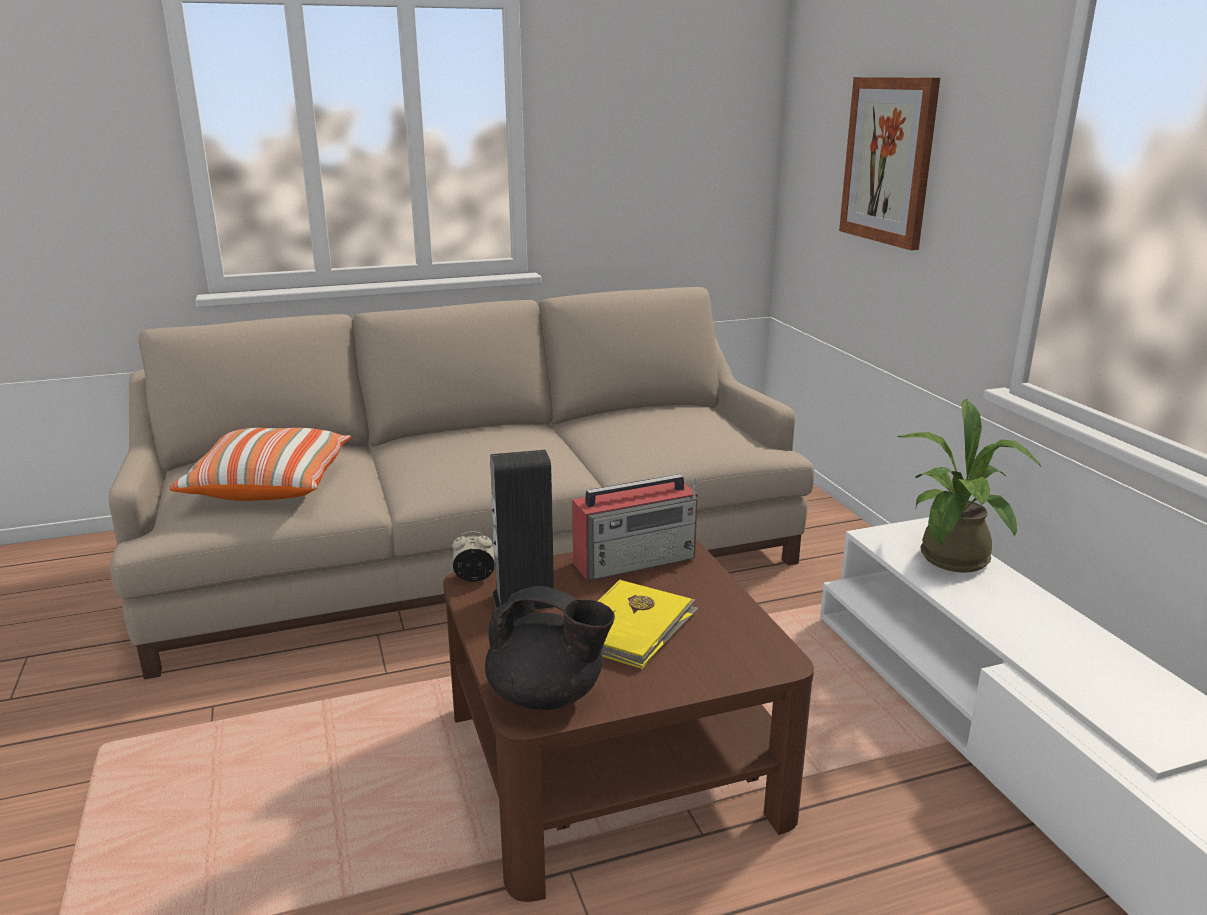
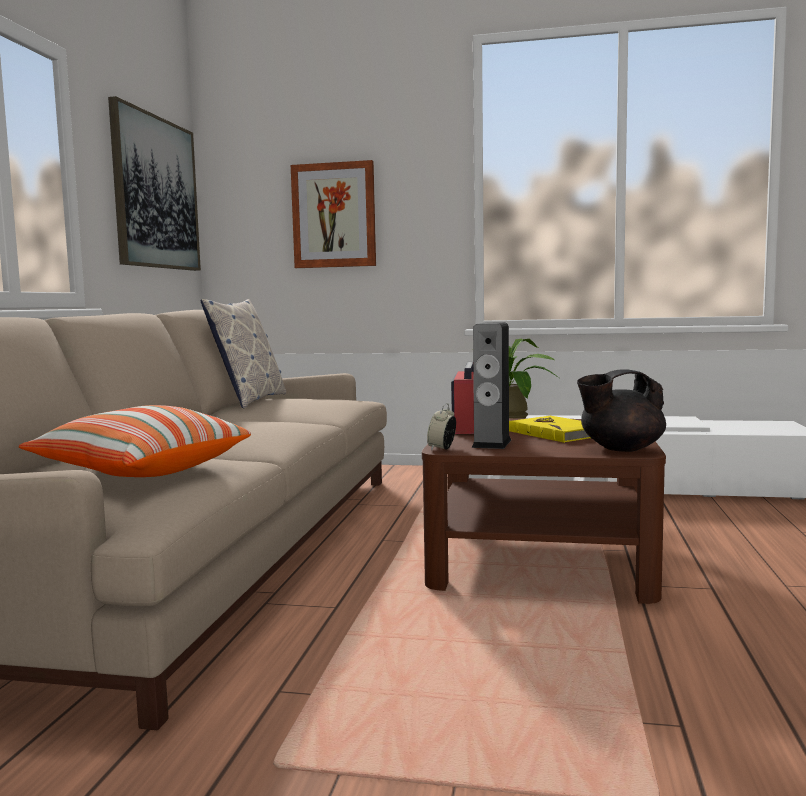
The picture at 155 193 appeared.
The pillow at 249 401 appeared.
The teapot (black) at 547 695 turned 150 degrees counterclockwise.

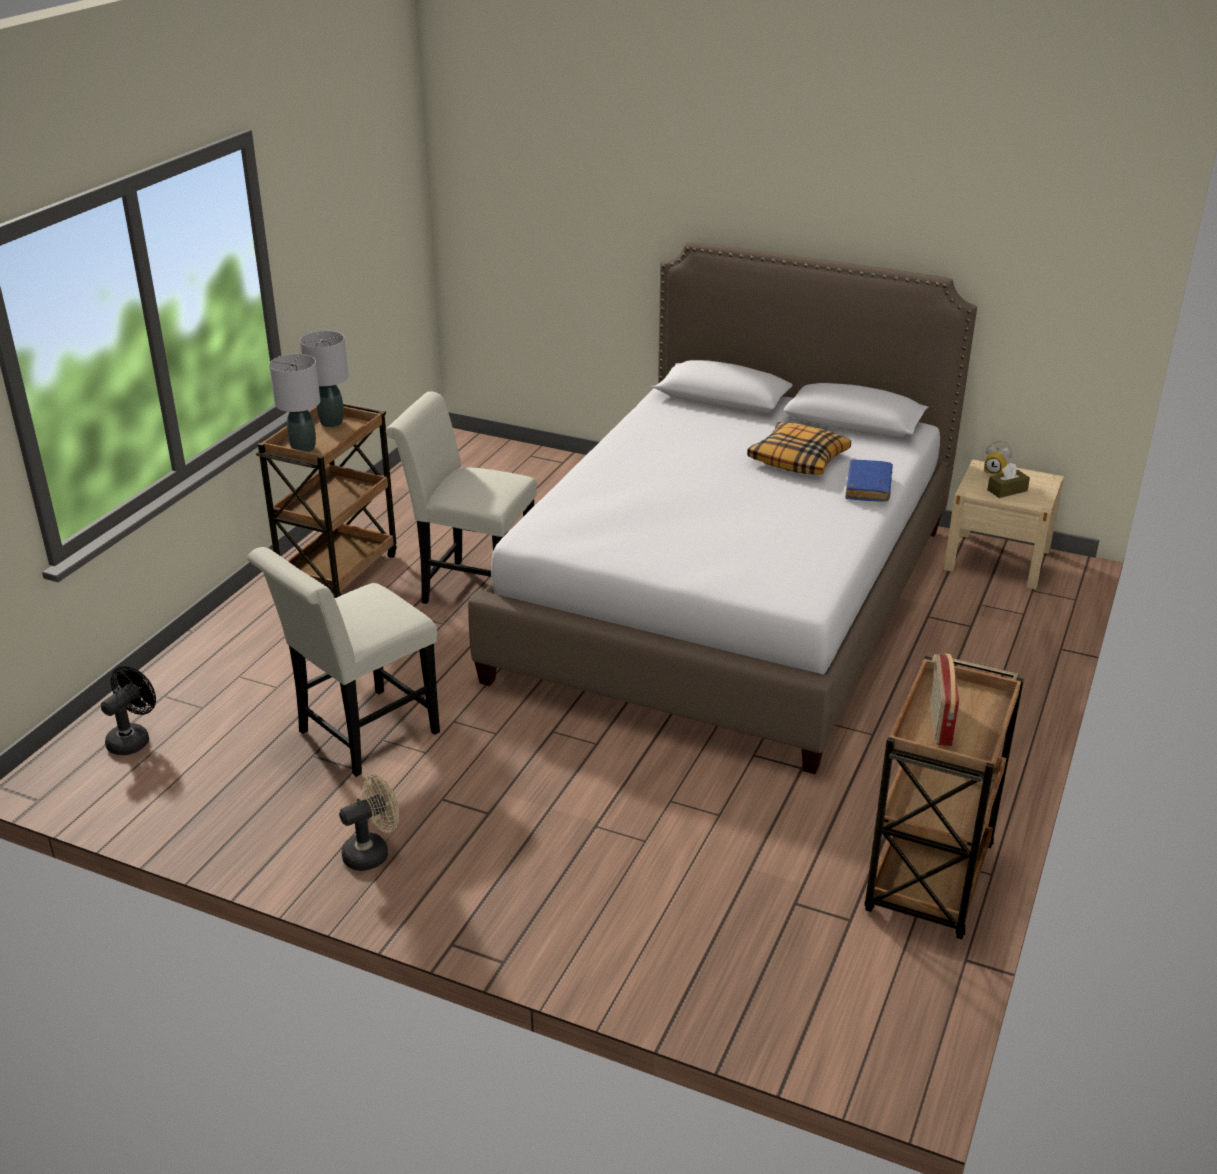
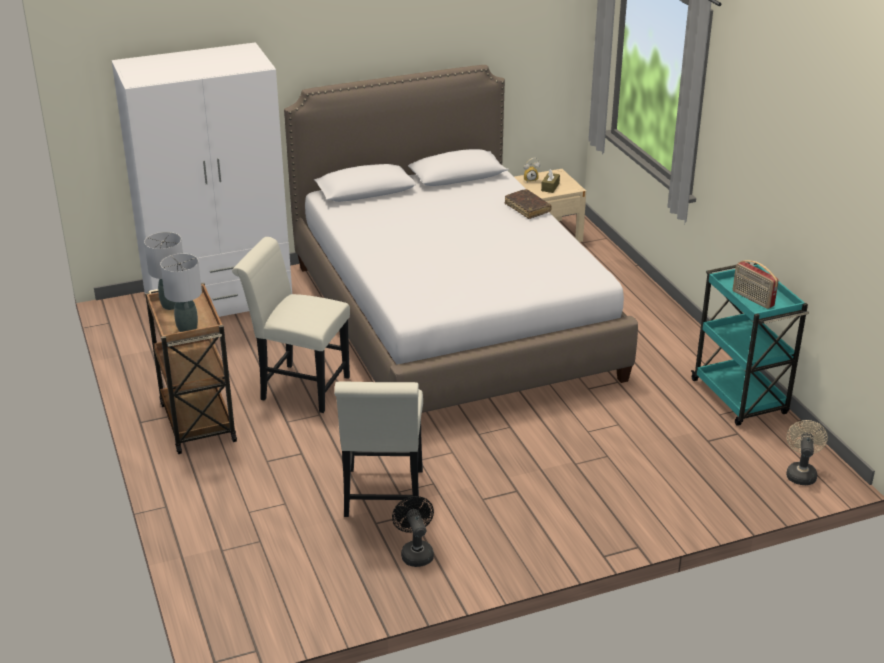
The wardrobe (white) at 219 299 appeared.
The chair (white) at 470 587 turned 45 degrees clockwise.
The fan (black) moved from 133 739 to 415 552.
The book (blue) at 868 487 became the book (brown) at 527 208.
The cart (brown) at 929 881 became the cart (turquoise) at 740 398.
The fan (beige) moved from 373 852 to 801 473.
The pillow at 799 459 disappeared.

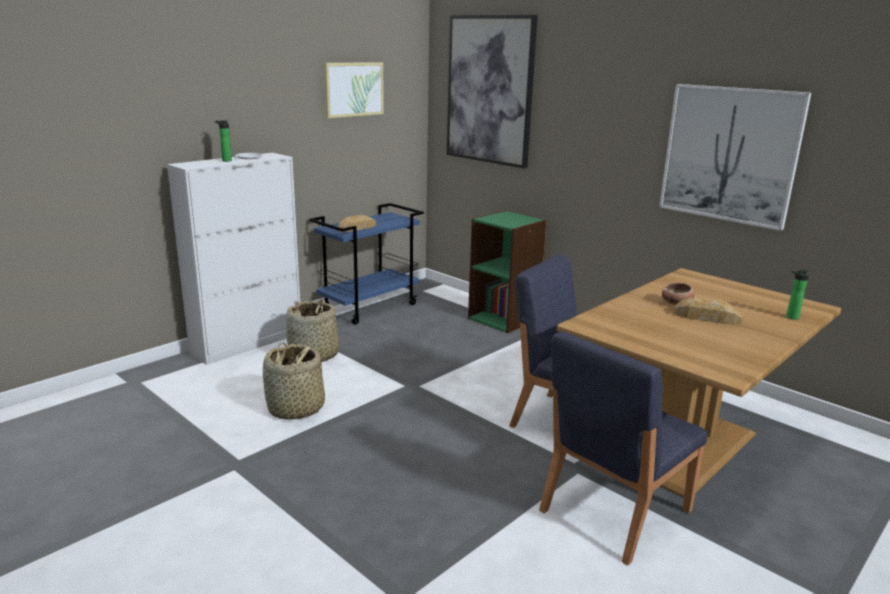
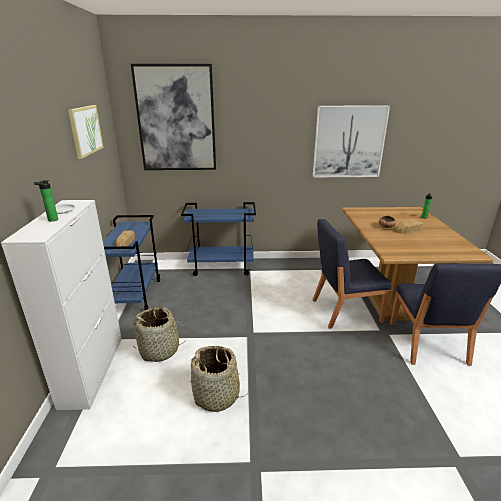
The bookcase (green) at 504 318 was replaced by the cart (blue) at 222 267.

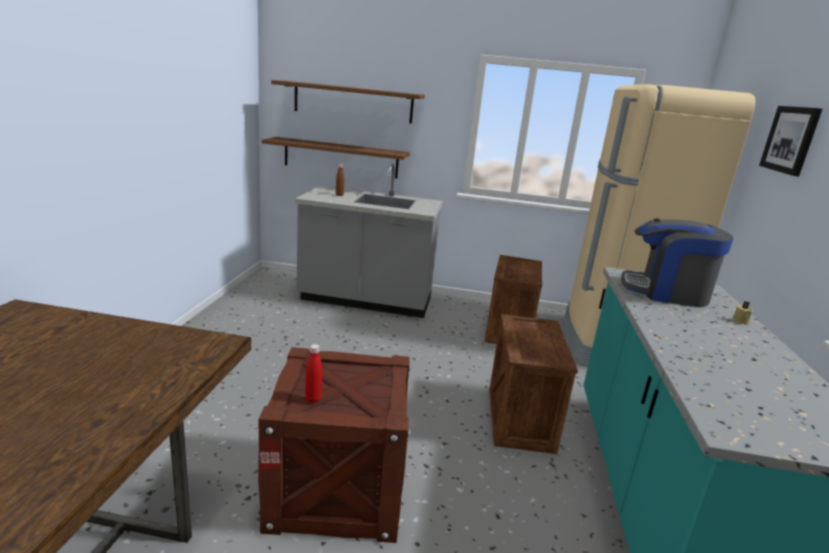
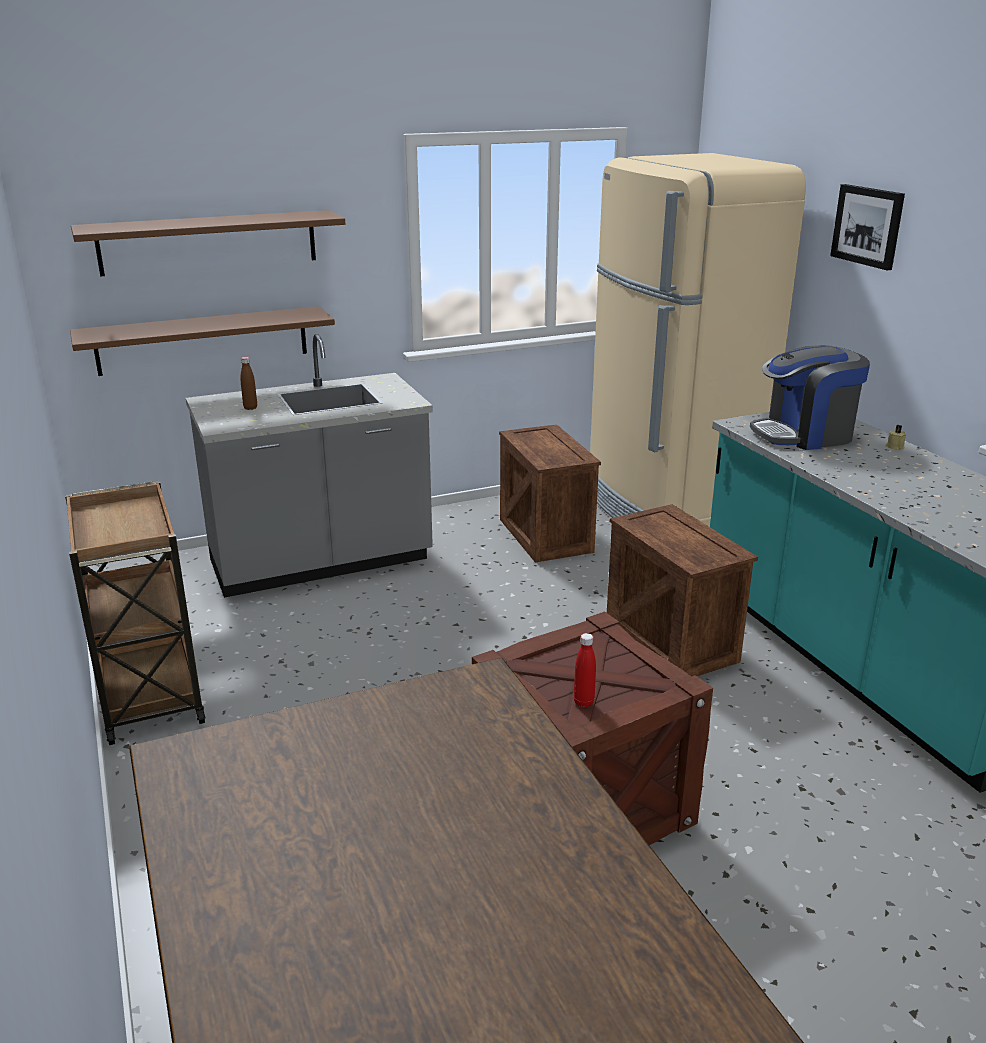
The cart (brown) at 149 693 appeared.

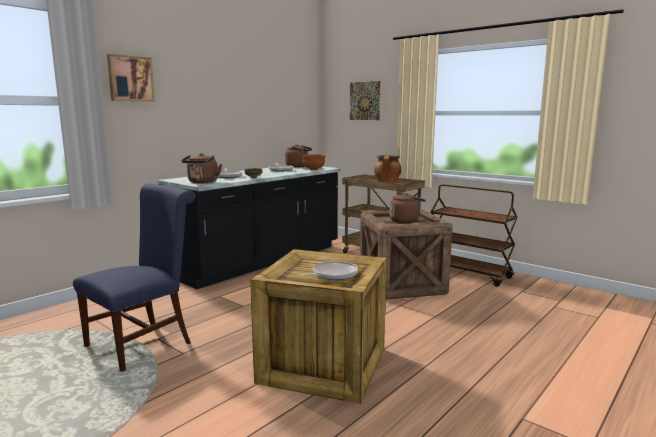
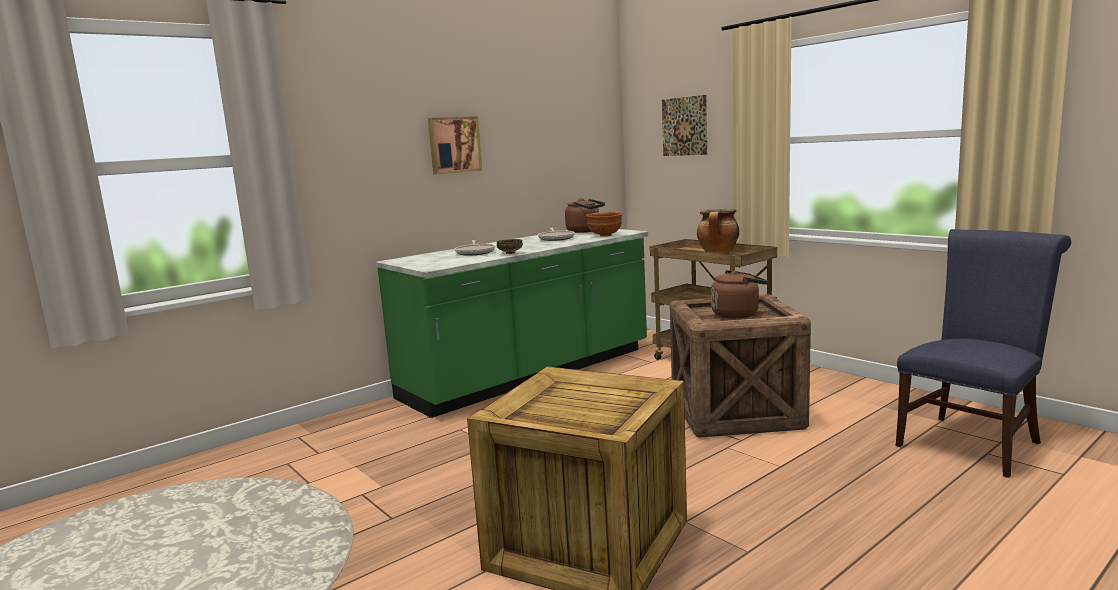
The counter (black) at 261 261 became the counter (green) at 530 374.
The picture moved from 130 79 to 454 145.
The chair (blue) moved from 144 343 to 972 441.
The kettle (brown) at 202 182 disappeared.
The frying pan at 332 275 disappeared.
The cart (brown) at 468 274 disappeared.

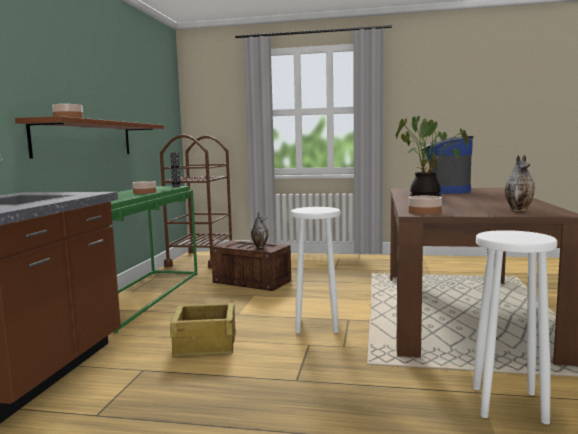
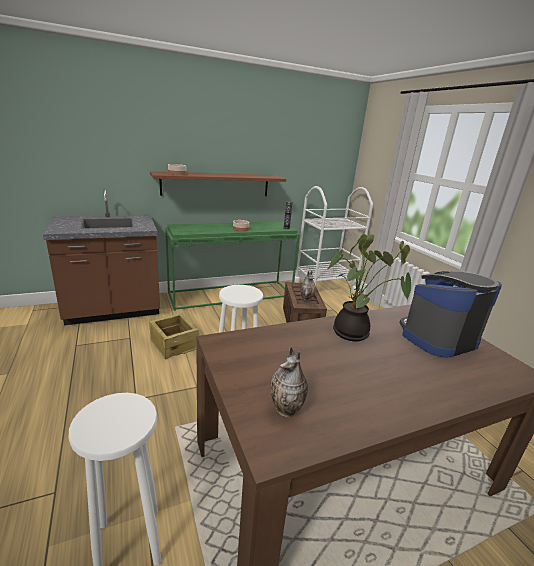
The cart (brown) at 201 259 became the cart (white) at 324 286.
The bowl at 425 212 disappeared.

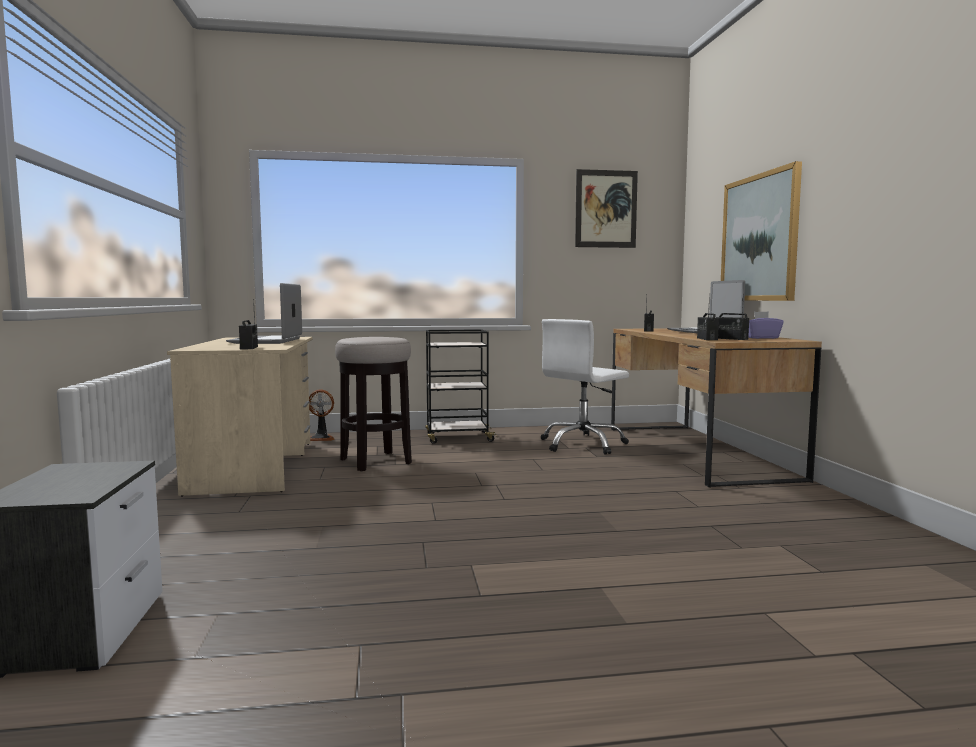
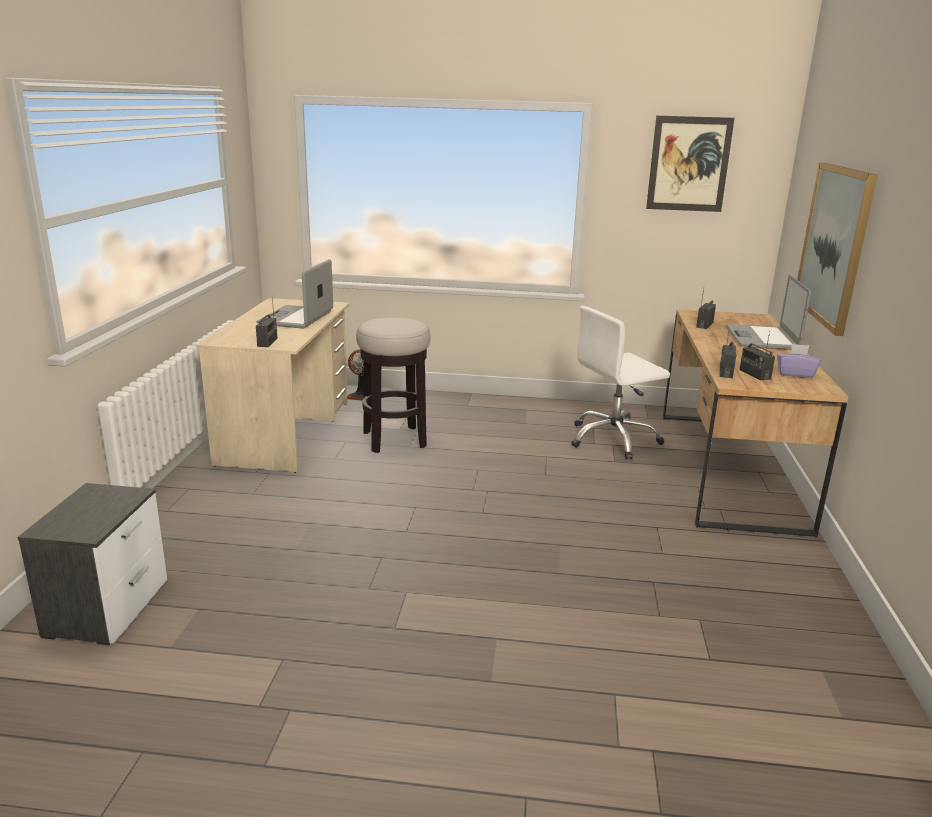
The cart (black) at 458 438 disappeared.

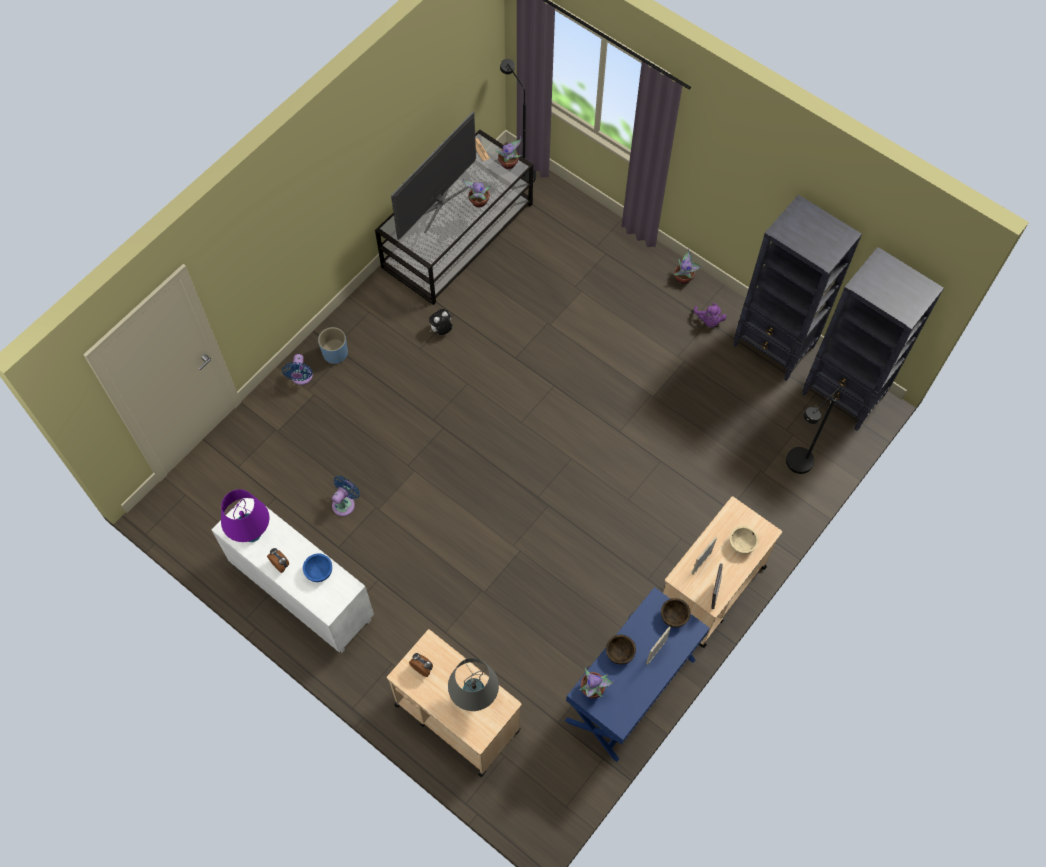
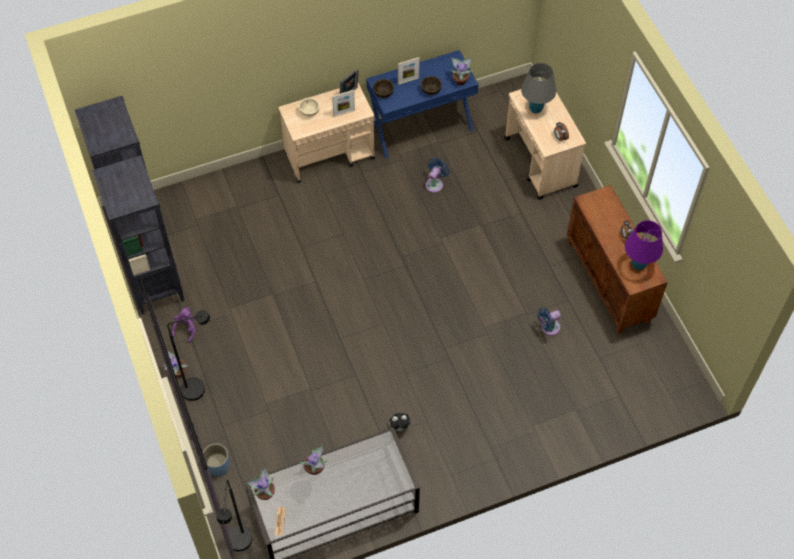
The floor lamp (black) moved from 795 467 to 199 387.
The planter (blue) moved from 335 353 to 218 466.
The fan (blue) moved from 301 377 to 435 183.
The cabinet (white) at 301 593 became the cabinet (brown) at 609 282.
The bowl (blue) at 319 572 disappeared.
The television at 438 203 disappeared.

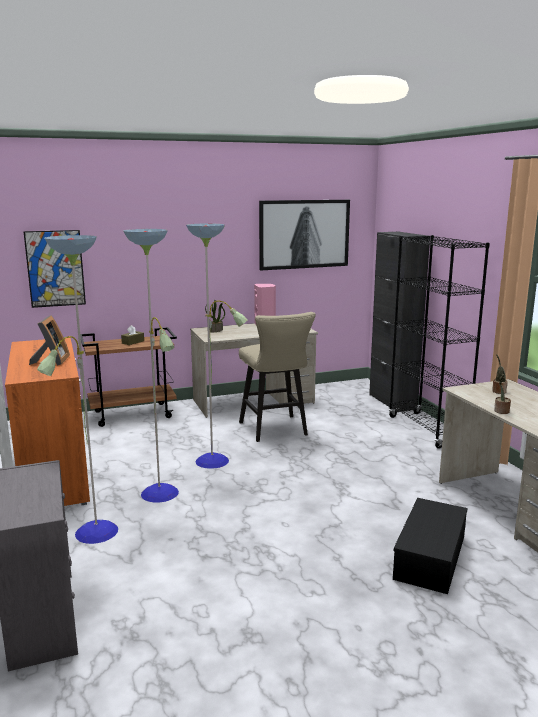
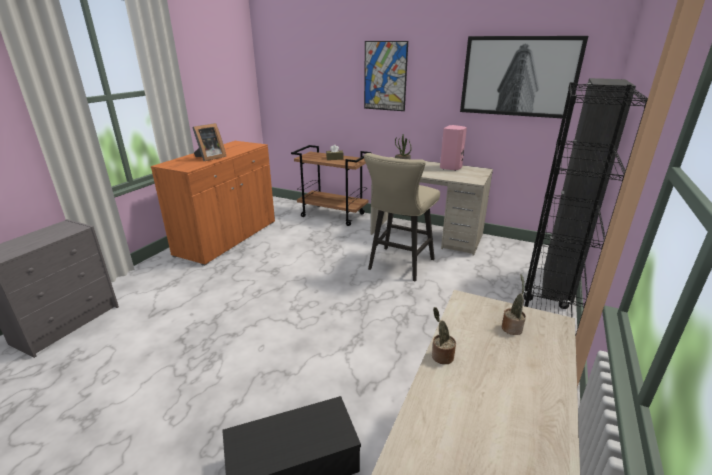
The picture moved from 55 268 to 385 76.
The floor lamp at 162 494 disappeared.

